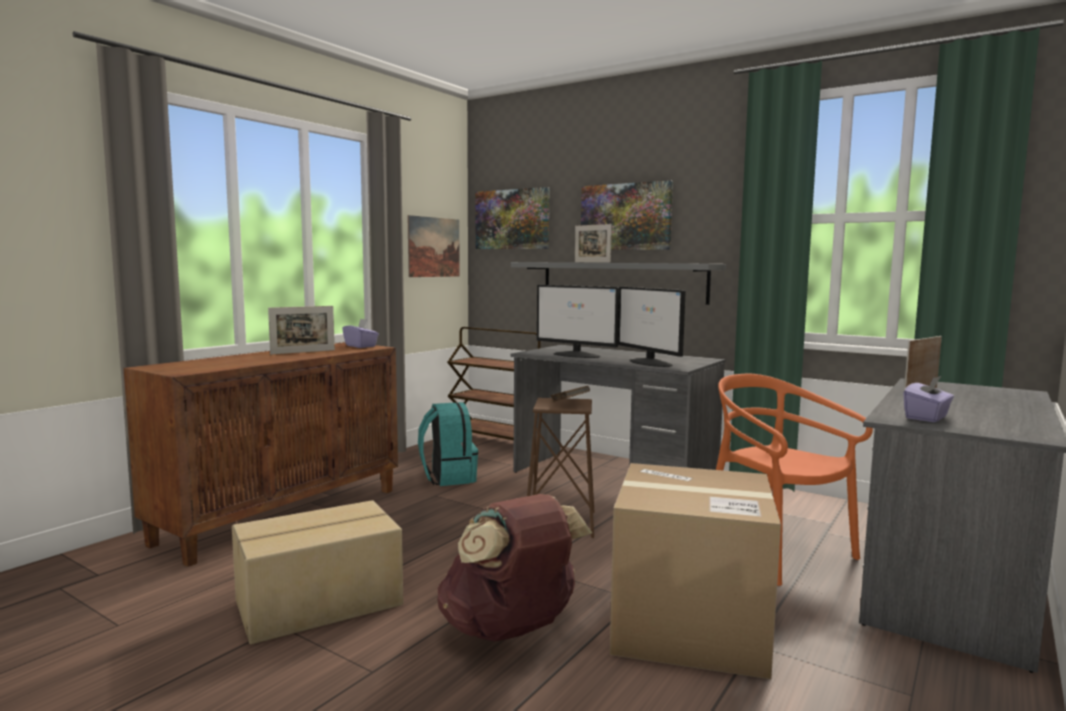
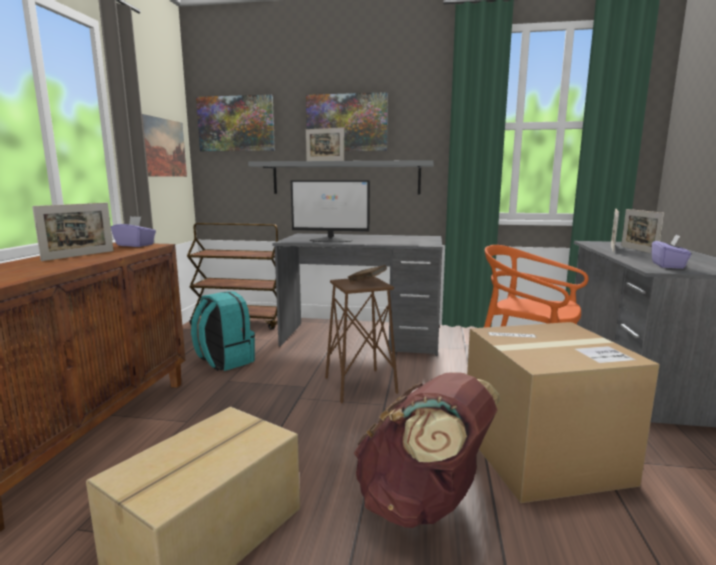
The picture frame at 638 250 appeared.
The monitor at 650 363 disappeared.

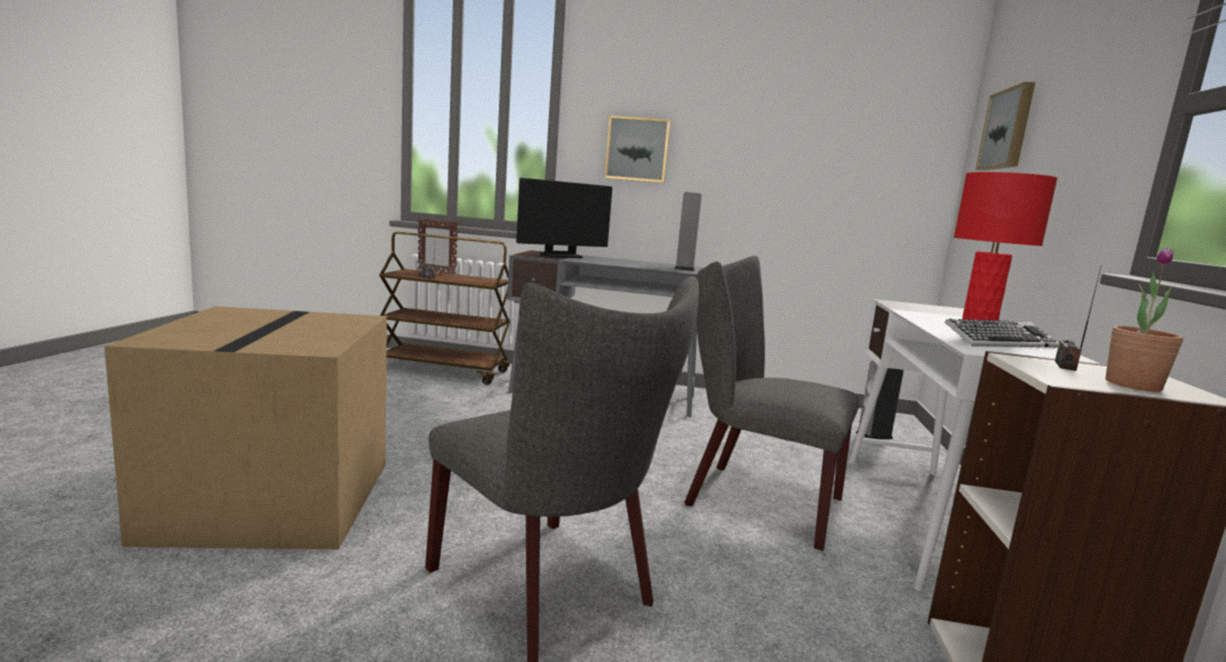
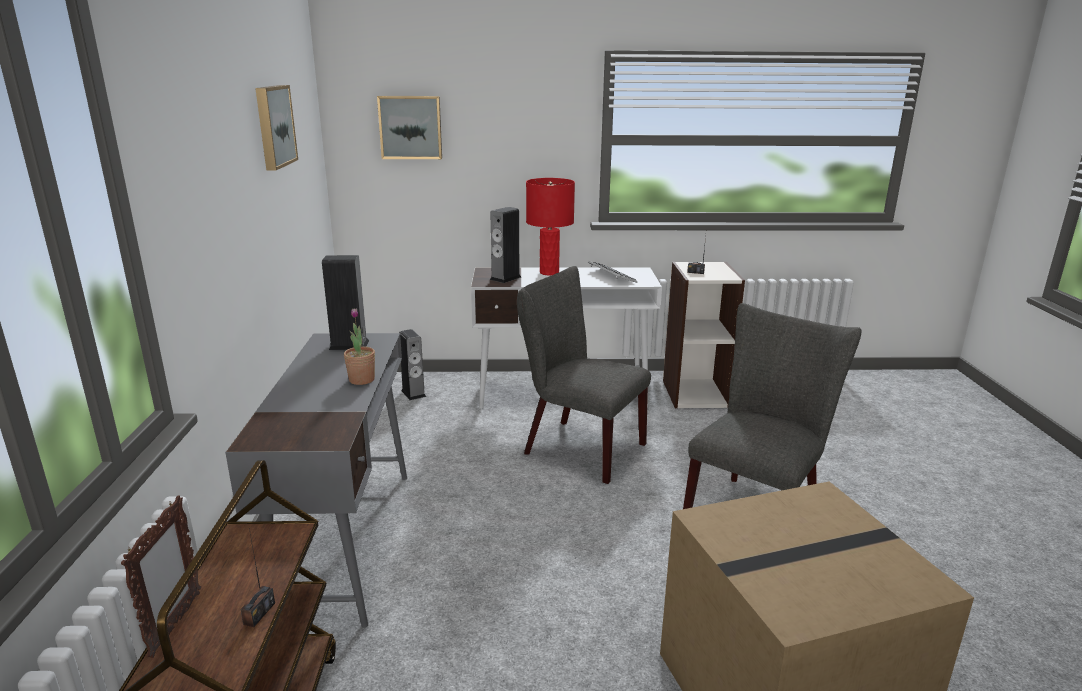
The picture moved from 637 149 to 273 126.
The potted plant moved from 1133 385 to 361 380.
The speaker at 505 278 appeared.
The chair (grey) at 753 499 turned 105 degrees clockwise.
The monitor at 561 256 disappeared.

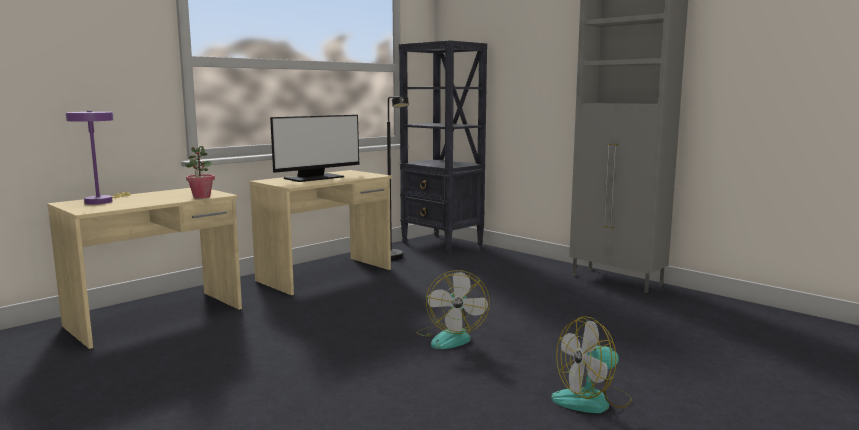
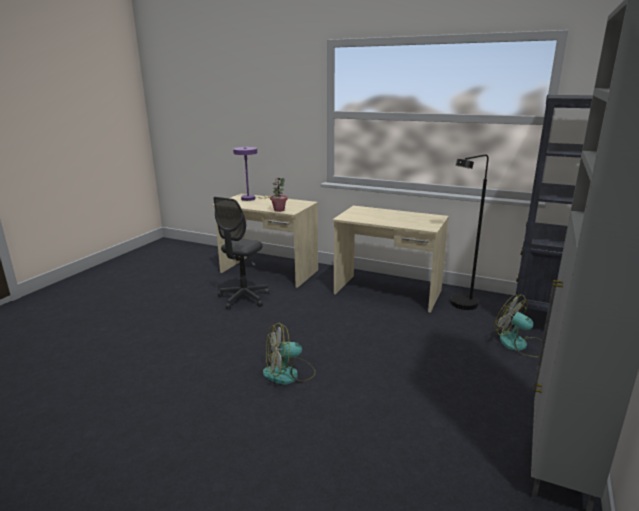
The office chair (grey) at 243 298 appeared.
The fan moved from 592 400 to 519 345.
The monitor at 314 178 disappeared.

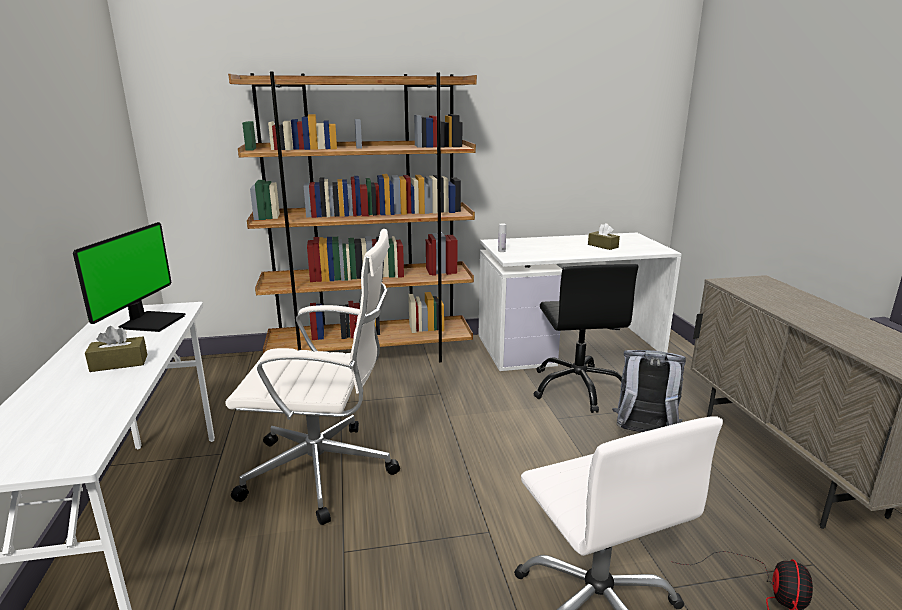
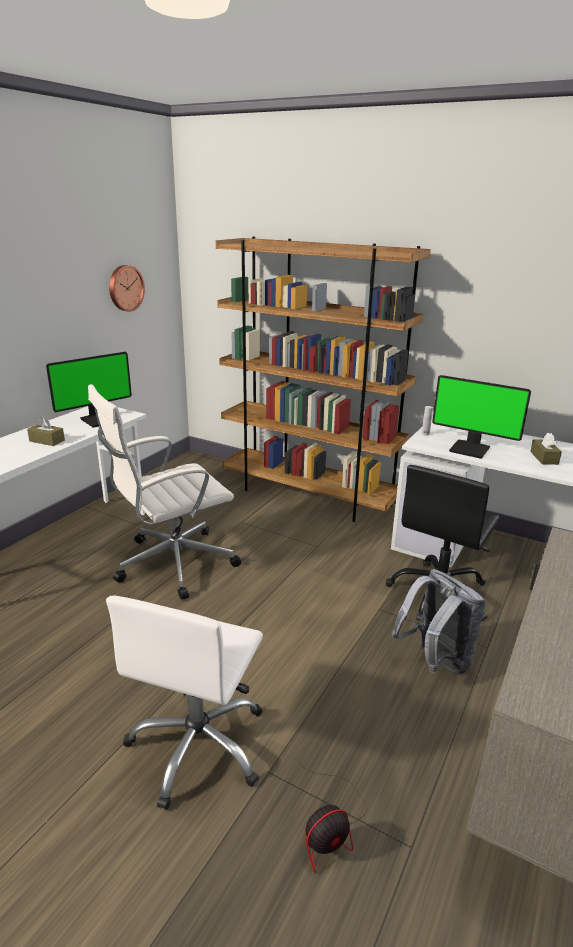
The office chair (white) at 324 471 turned 105 degrees clockwise.
The wall clock at 125 288 appeared.
The monitor at 470 449 appeared.

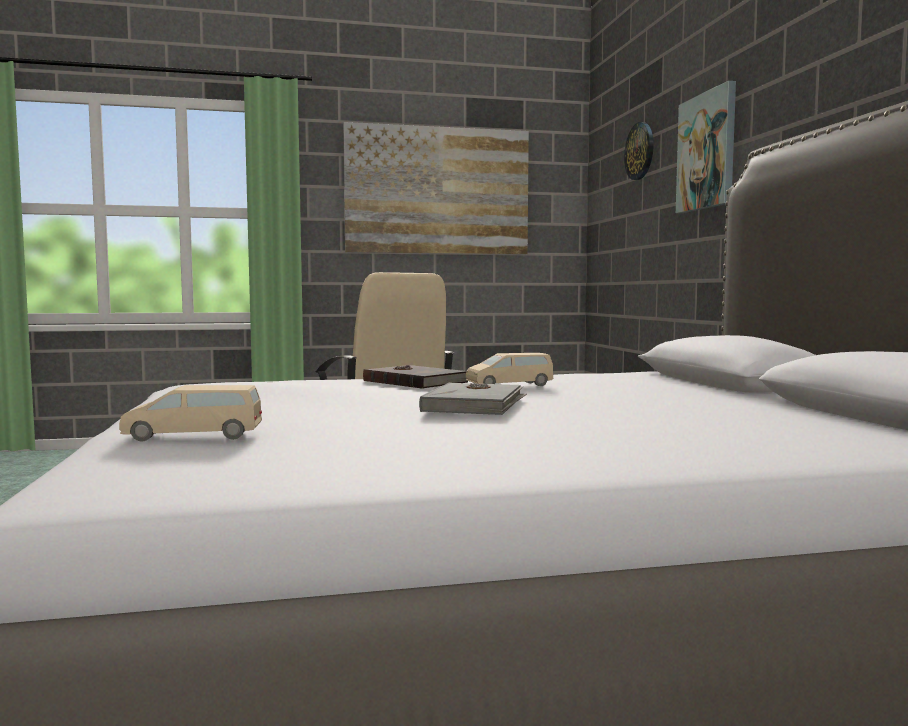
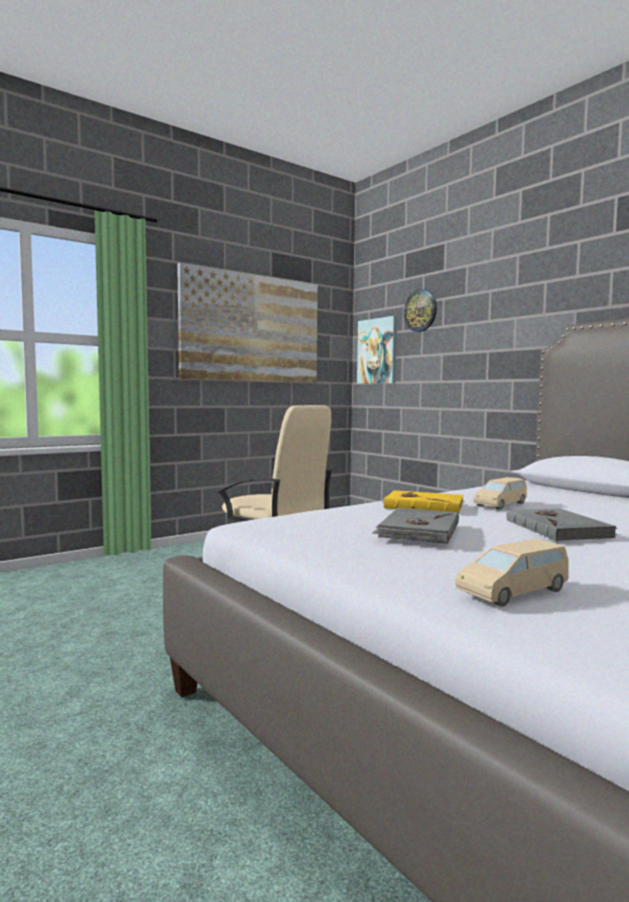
The picture moved from 707 151 to 377 351.
The book (grey) at 418 530 appeared.
The book (brown) at 415 381 became the book (yellow) at 423 505.

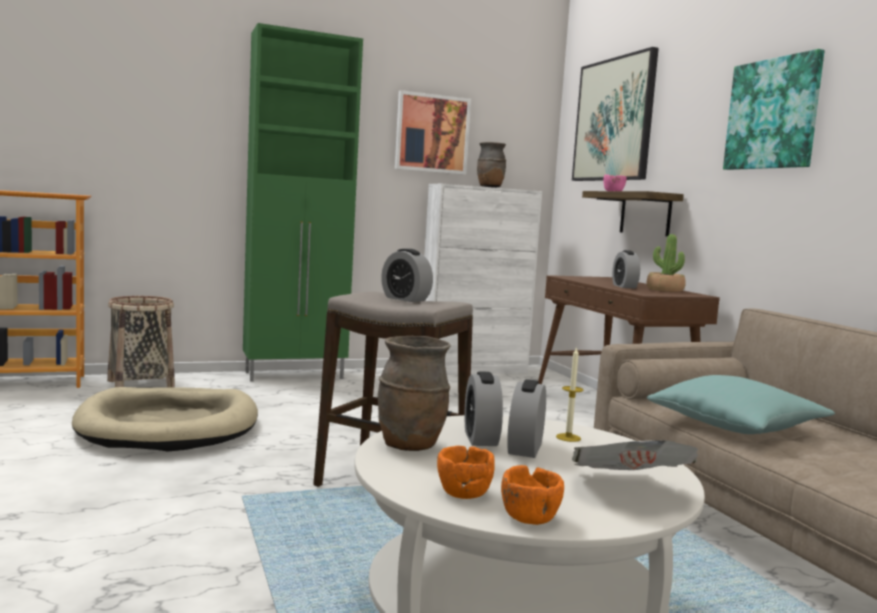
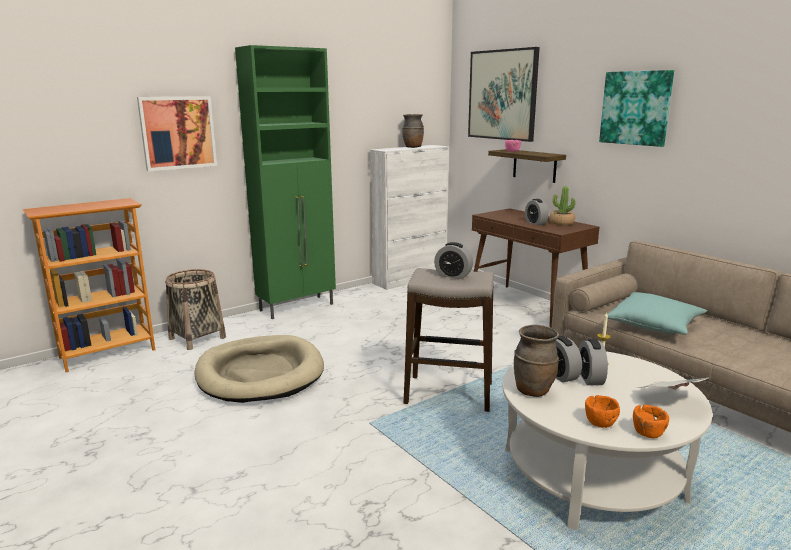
The picture moved from 432 133 to 178 133.

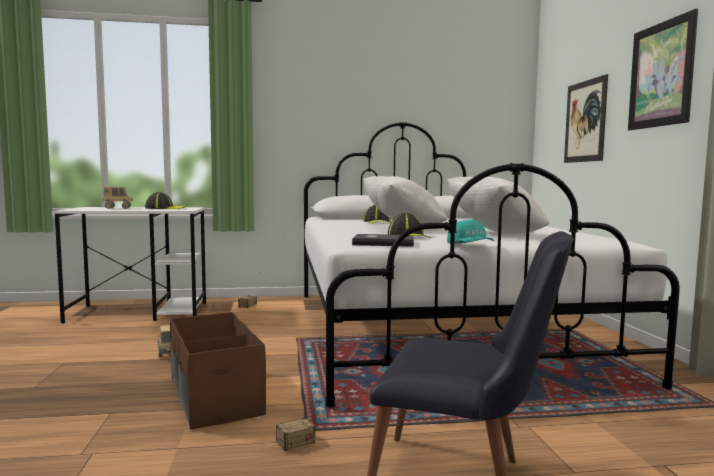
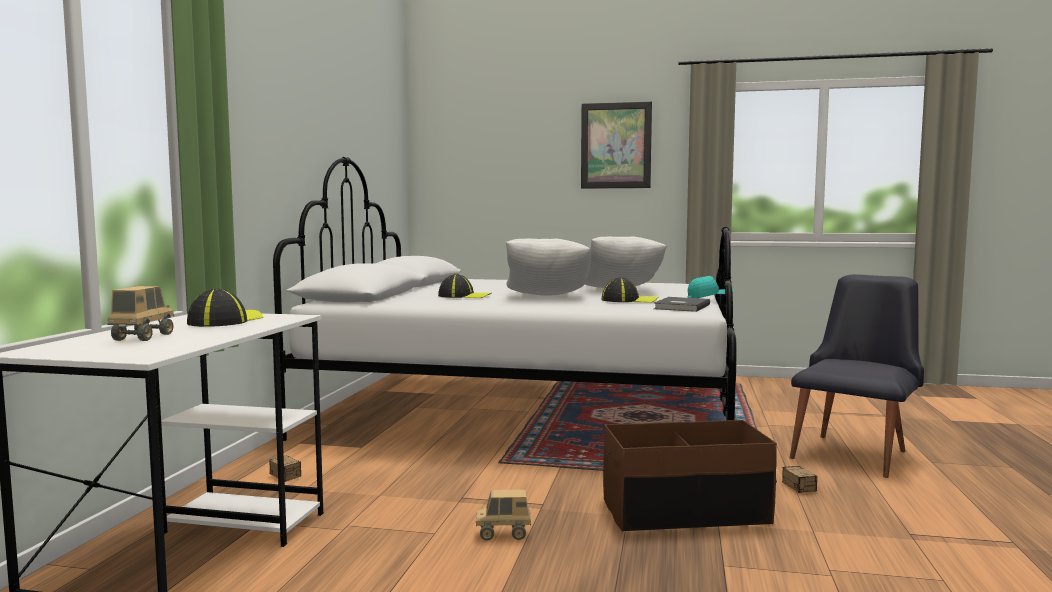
The picture at 585 121 disappeared.

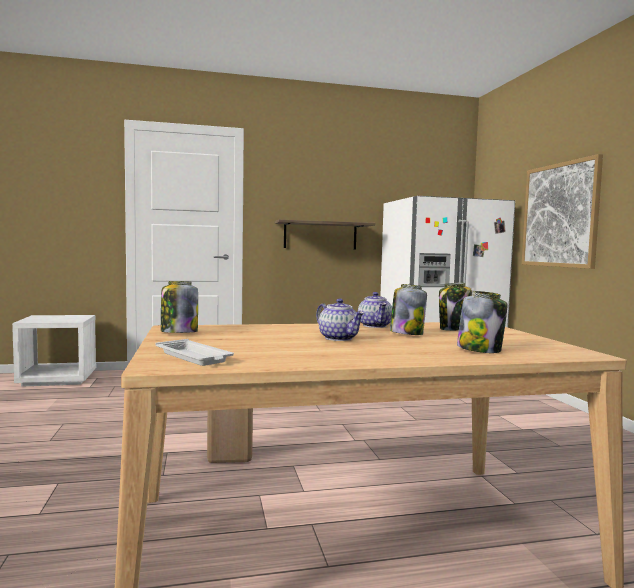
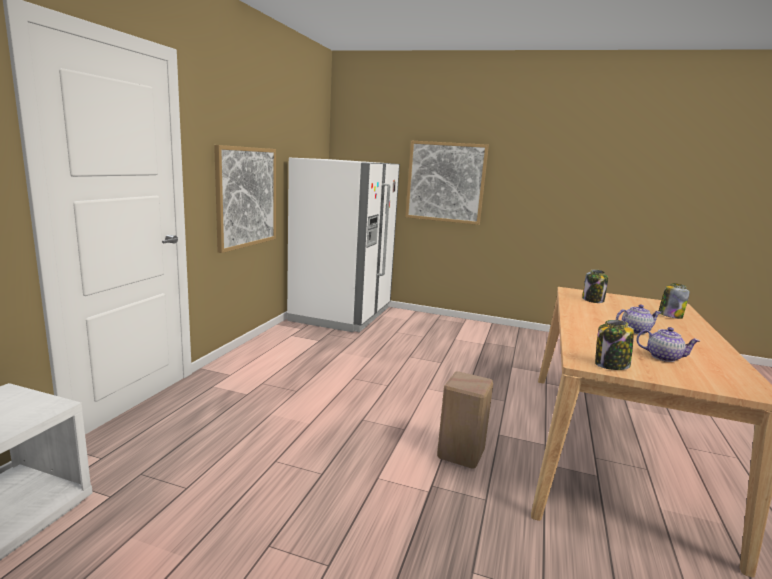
The shelf at 320 235 was replaced by the picture at 246 197.
The teapot moved from 375 326 to 663 357.
The tray (white) at 194 357 disappeared.
The jar at 406 333 disappeared.

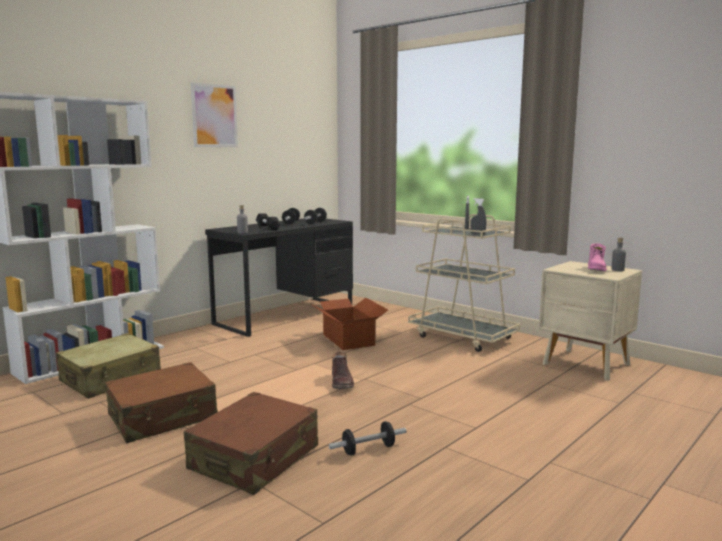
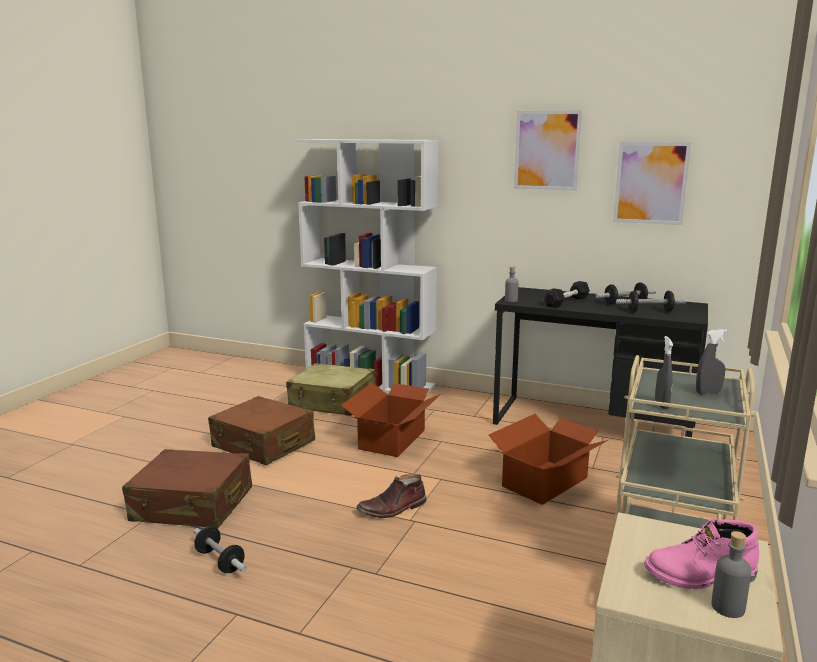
The cardboard box at 393 439 appeared.
The picture at 651 183 appeared.

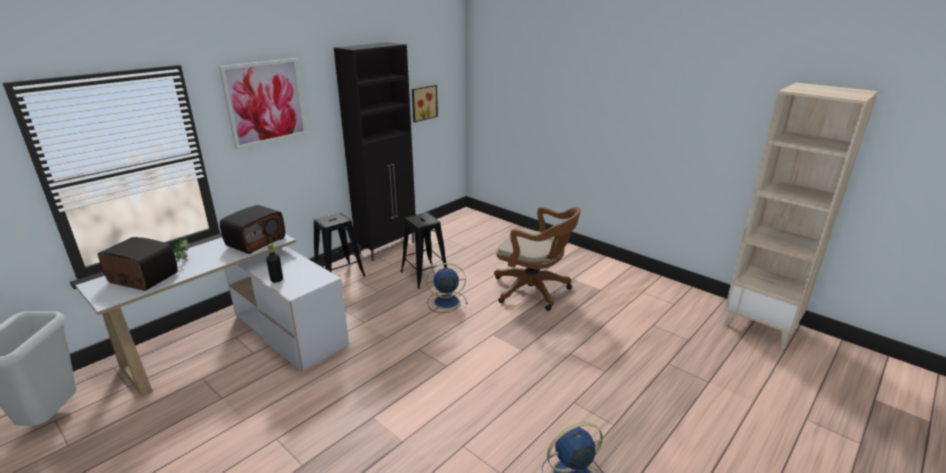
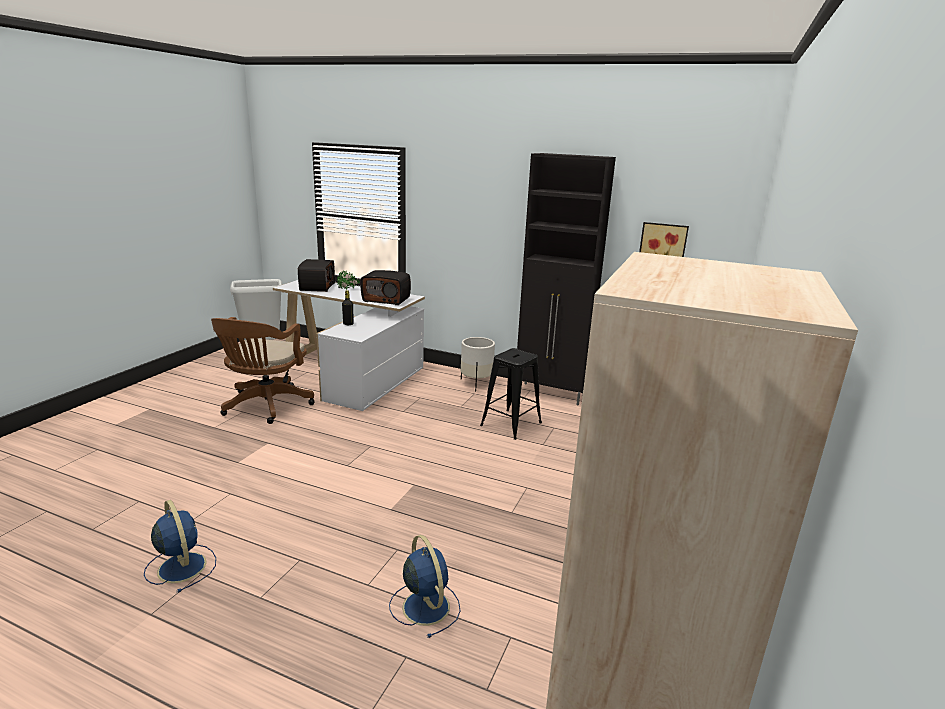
The office chair (brown) moved from 534 291 to 265 406.
The fan (blue) moved from 445 302 to 425 605.
The stool (black) at 339 275 was replaced by the planter (white) at 476 383.
The picture at 266 102 disappeared.

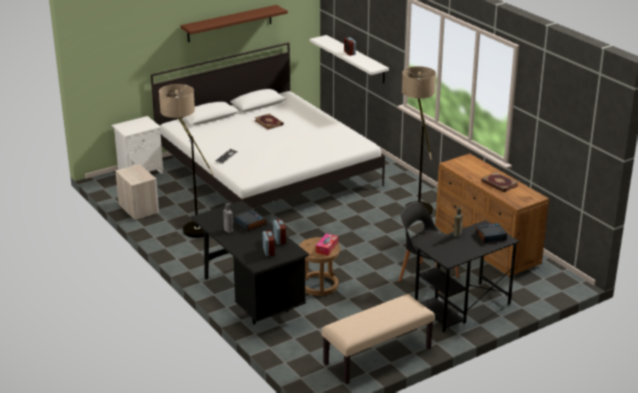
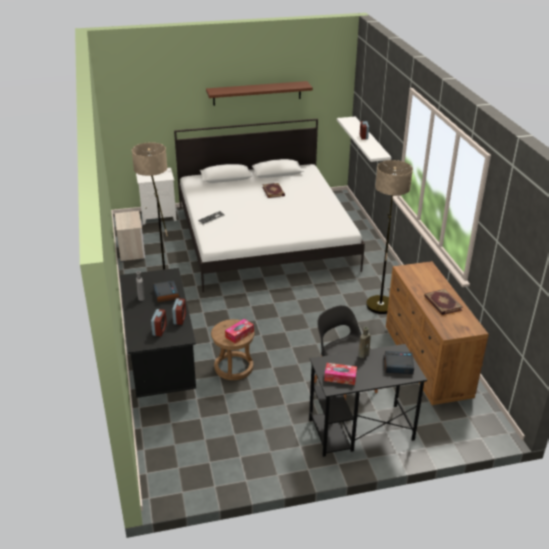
The tissue box at 340 377 appeared.
The bench (beige) at 377 357 disappeared.

